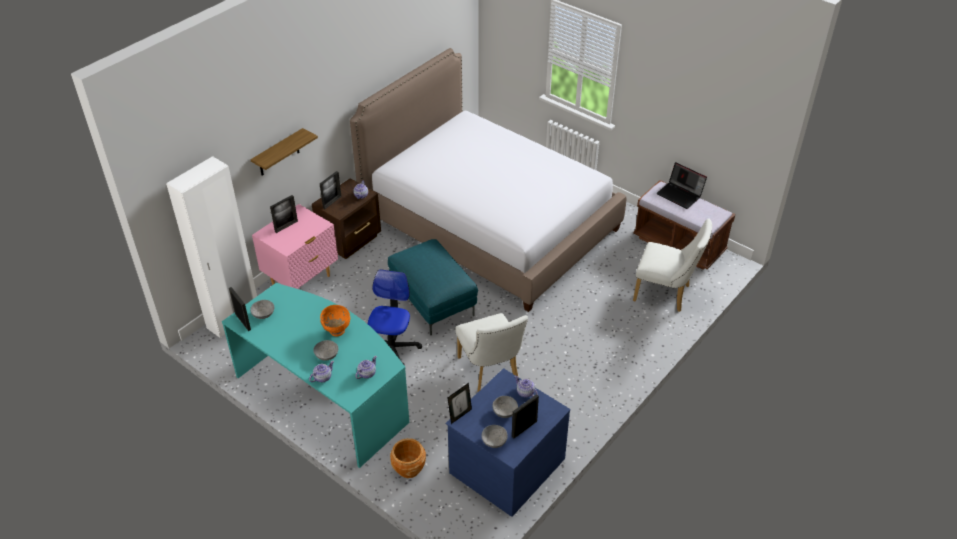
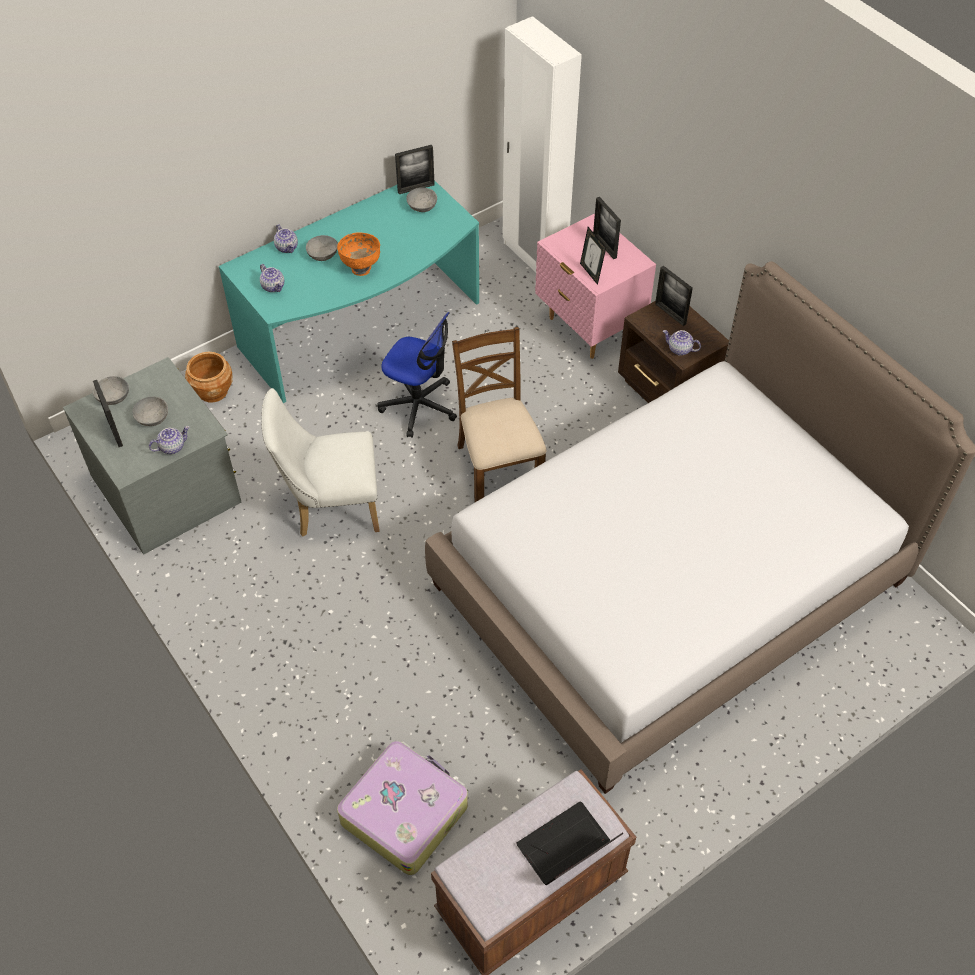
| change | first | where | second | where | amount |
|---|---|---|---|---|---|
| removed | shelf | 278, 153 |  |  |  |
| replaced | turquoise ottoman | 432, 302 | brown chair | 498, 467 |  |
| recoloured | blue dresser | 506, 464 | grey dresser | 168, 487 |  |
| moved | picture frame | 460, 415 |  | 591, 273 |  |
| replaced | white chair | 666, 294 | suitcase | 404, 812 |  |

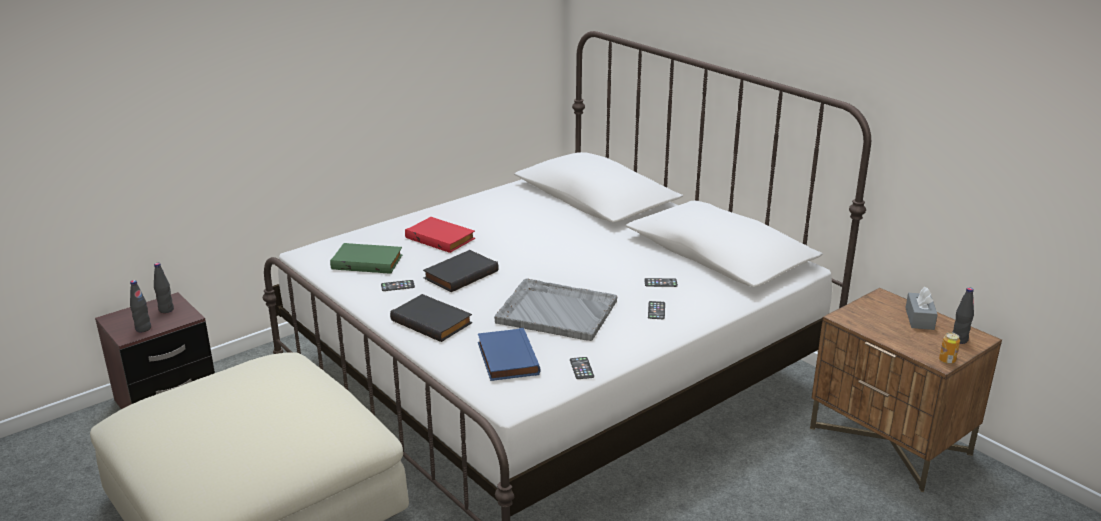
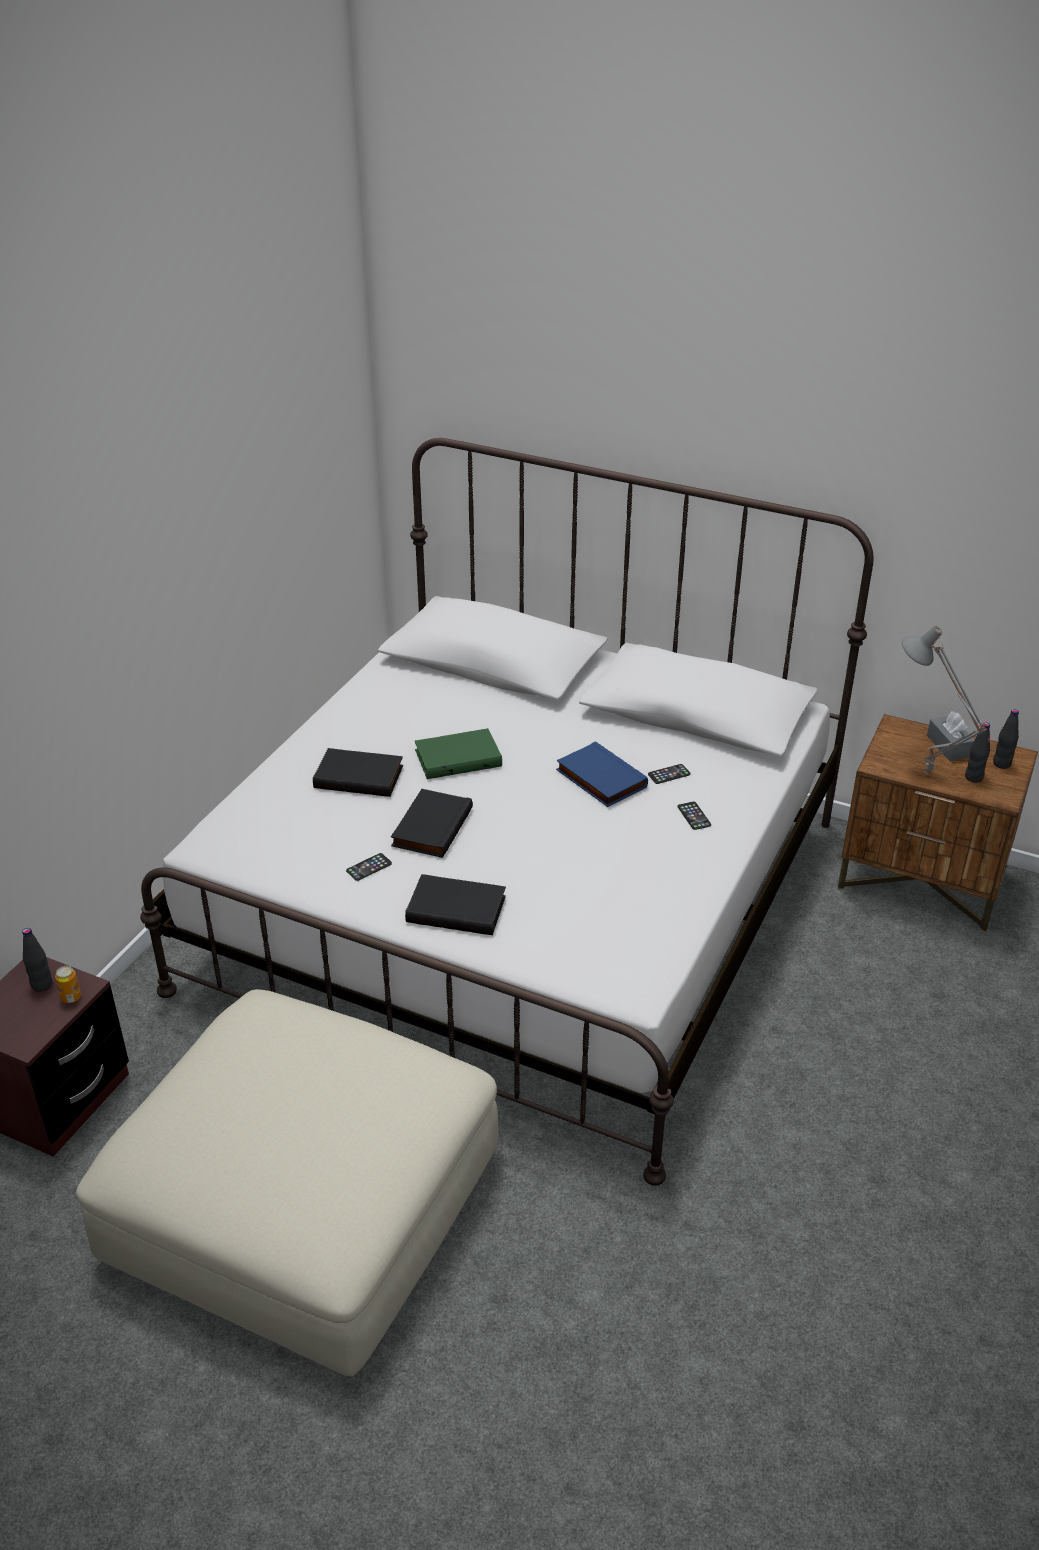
| change | first | where | second | where | amount |
|---|---|---|---|---|---|
| moved | black bottle | 143, 329 |  | 973, 777 |  |
| moved | green book | 368, 261 |  | 458, 757 |  |
| recoloured | red book | 441, 238 | black book | 360, 776 |  |
| moved | blue book | 506, 358 |  | 599, 779 |  |
| removed | grey tray | 555, 311 |  |  |  |
| removed | phone | 581, 368 |  |  |  |
| moved | can | 947, 360 |  | 71, 997 |  |
| added |  |  | grey table lamp | 924, 775 |  |

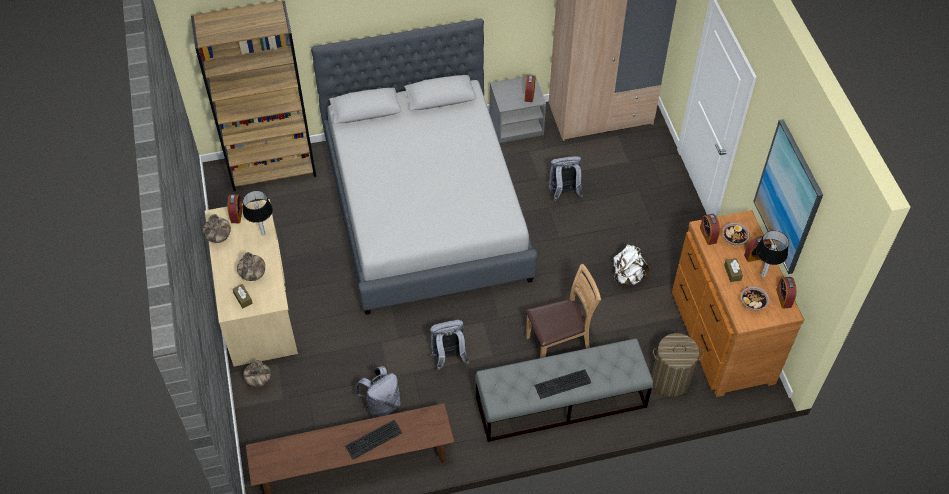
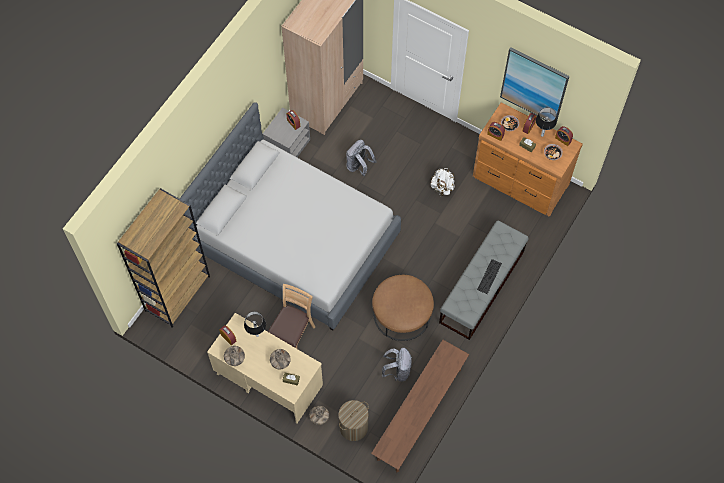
| change | first | where | second | where | amount |
|---|---|---|---|---|---|
| removed | keyboard | 373, 440 |  |  |  |
| replaced | grey backpack | 448, 357 | brown ottoman | 402, 314 |  |
| moved | brown chair | 558, 345 |  | 292, 335 |  |
| moved | laundry basket | 670, 380 |  | 353, 427 |  |

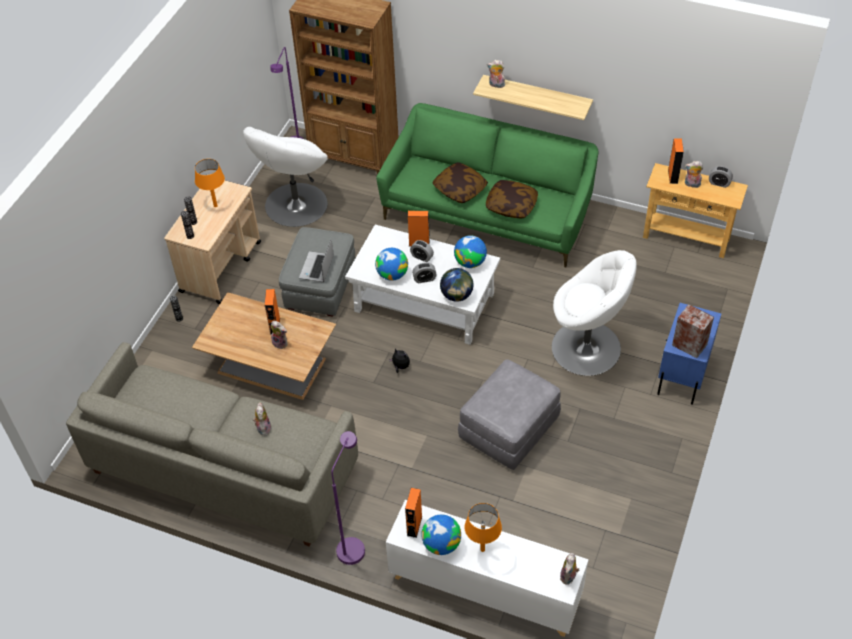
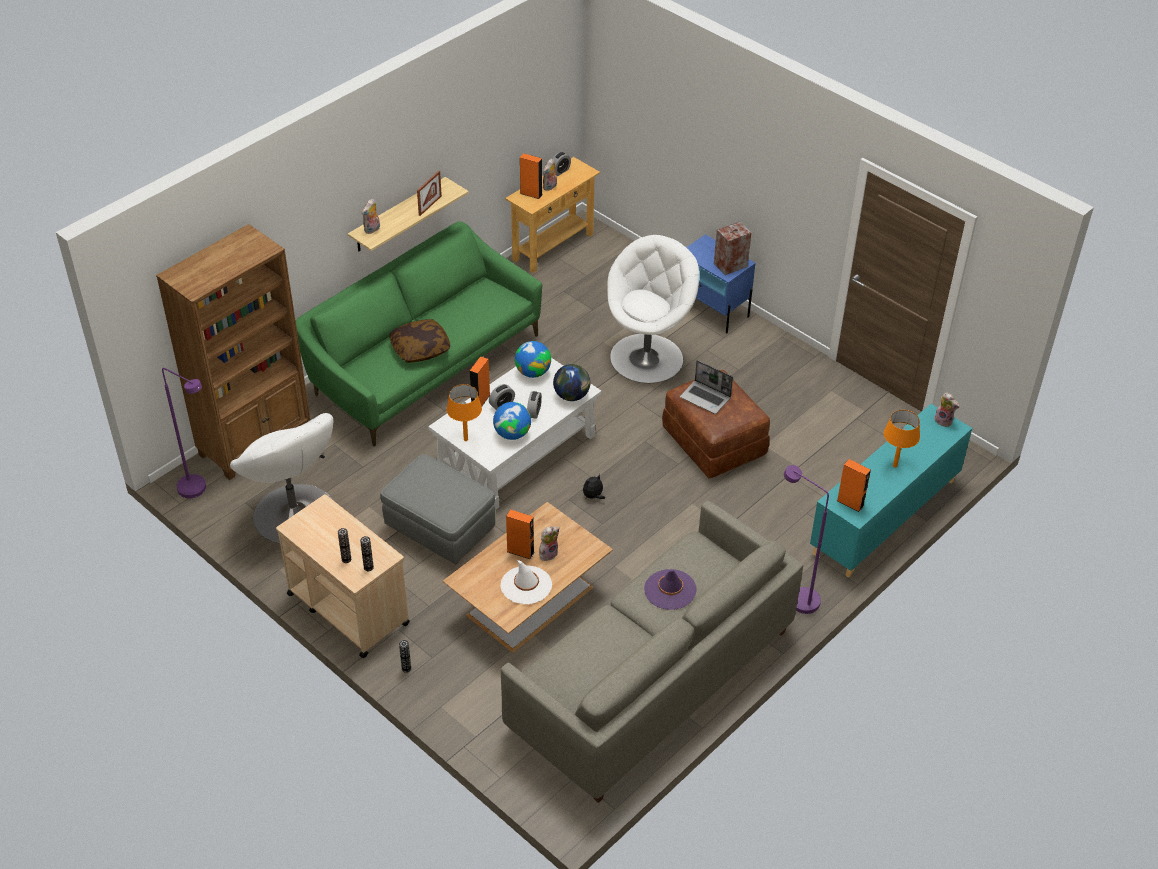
| change | first | where | second | where | amount |
|---|---|---|---|---|---|
| moved | orange table lamp | 215, 206 |  | 465, 439 |  |
| replaced | plush toy | 263, 428 | purple hat | 670, 590 |  |
| moved | laptop | 317, 268 |  | 706, 398 |  |
| recoloured | white cabinet | 484, 588 | turquoise cabinet | 884, 517 |  |
| removed | globe | 441, 544 |  |  |  |
| recoloured | grey ottoman | 509, 429 | brown ottoman | 715, 442 |  |
| removed | pillow | 511, 205 |  |  |  |
| added |  |  | picture frame | 430, 205 |  |
| added |  |  | white hat | 526, 585 |  |

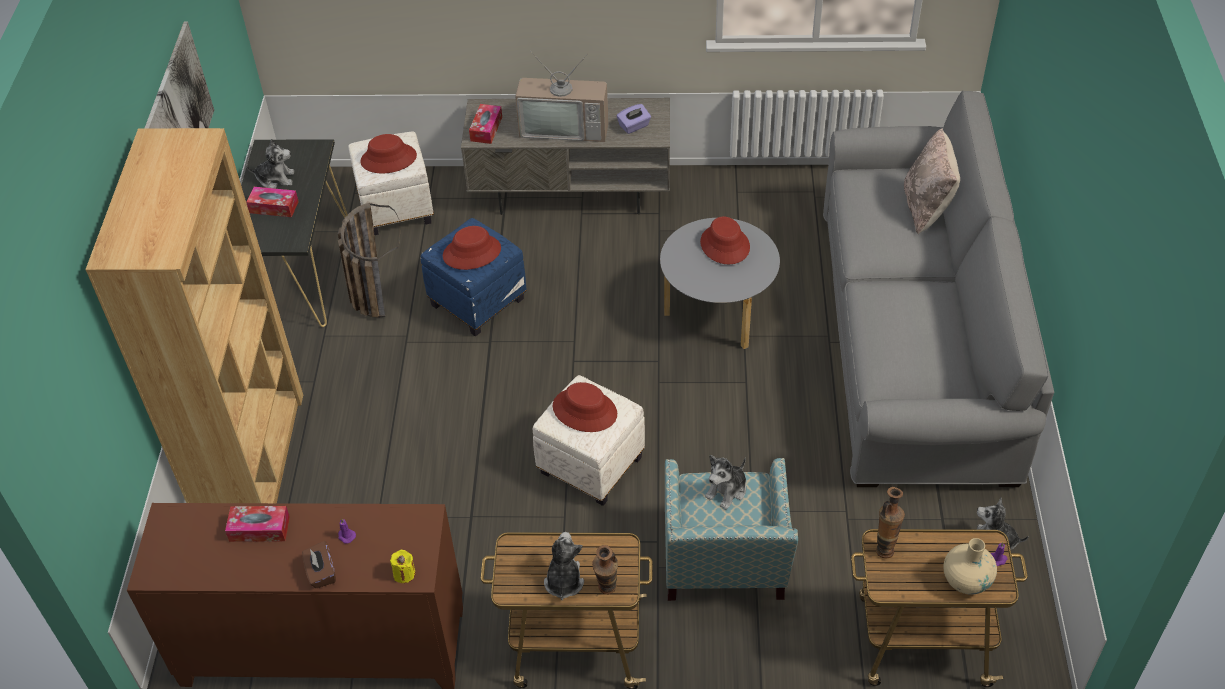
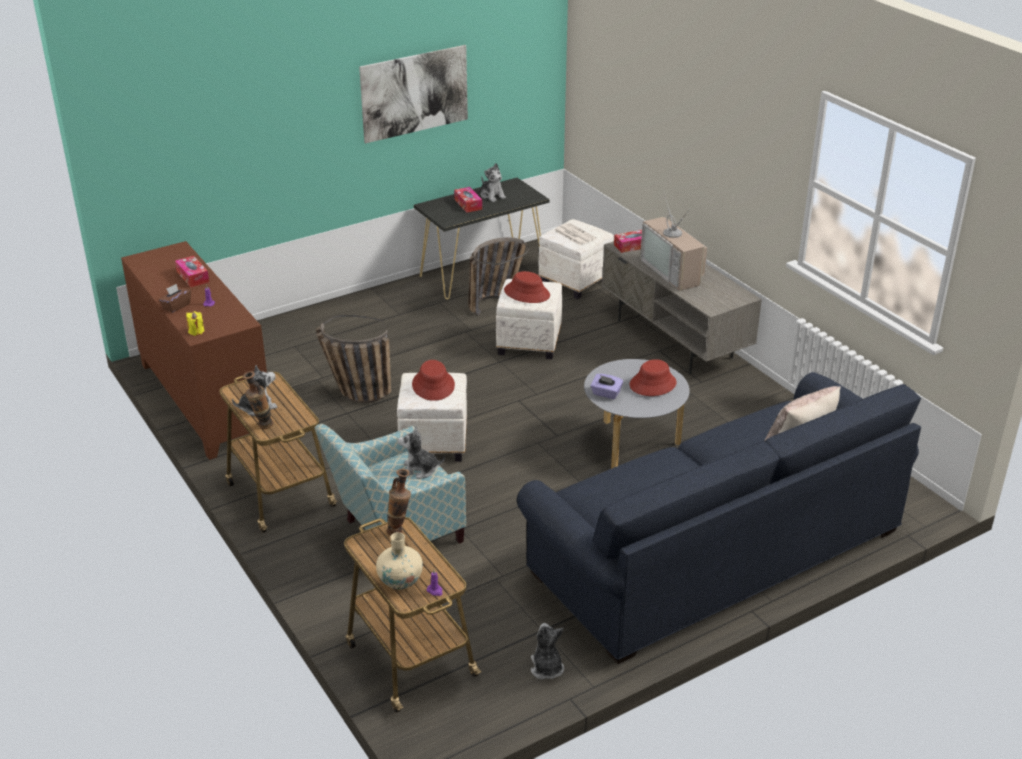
| change | first | where | second | where | amount |
|---|---|---|---|---|---|
| removed | brown bookcase | 252, 459 |  |  |  |
| replaced | red hat | 388, 159 | newspaper | 574, 234 |  |
| recoloured | blue ottoman | 478, 301 | white ottoman | 530, 343 |  |
| moved | purple tissue box | 634, 126 |  | 606, 394 |  |
| recoloured | grey sofa | 914, 341 | blue sofa | 715, 551 |  |
| added |  |  | basket | 353, 392 |  |

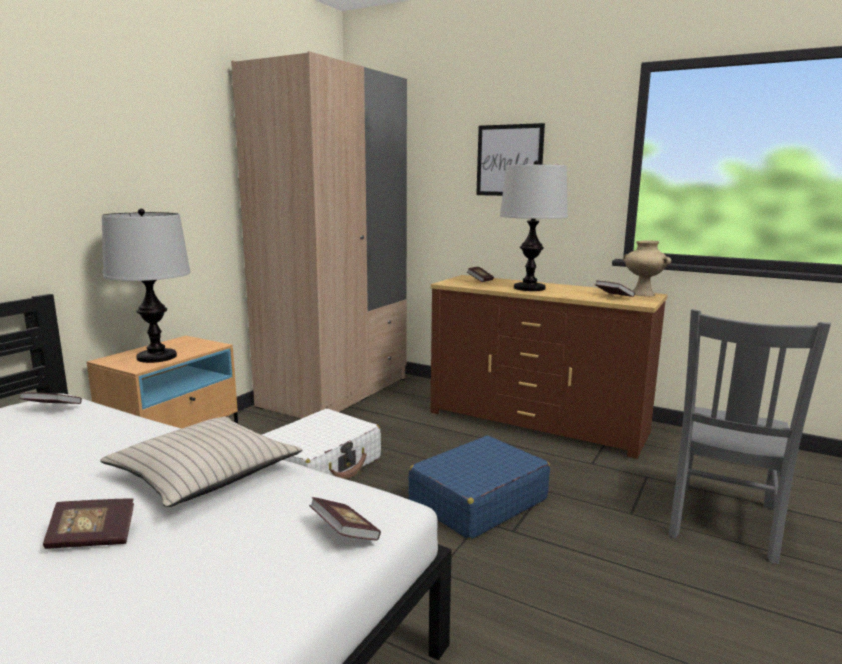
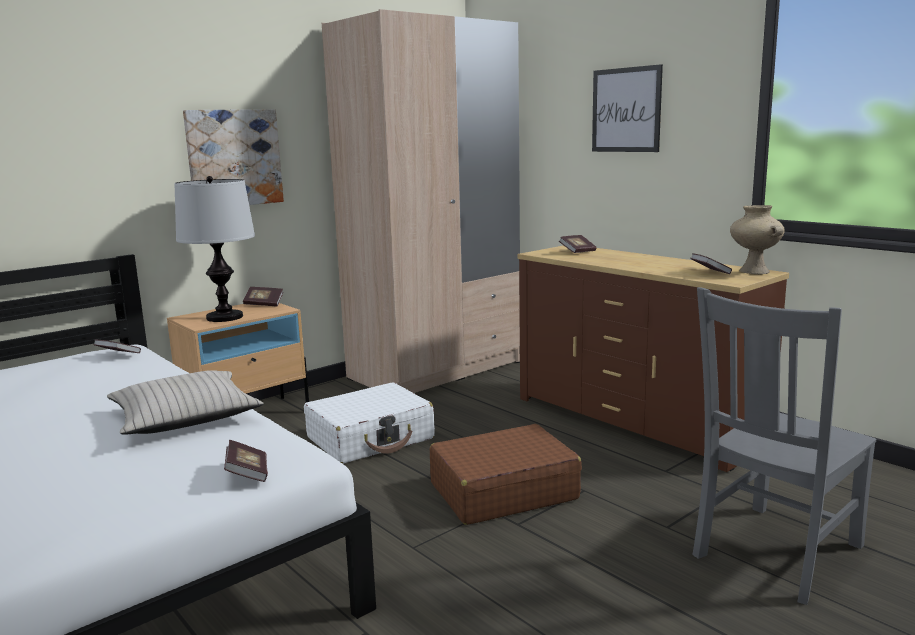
| change | first | where | second | where | amount |
|---|---|---|---|---|---|
| moved | book | 92, 537 |  | 264, 304 |  |
| recoloured | blue suitcase | 477, 501 | brown suitcase | 502, 491 |  |
| removed | table lamp | 529, 288 |  |  |  |
| added |  |  | picture | 234, 158 |  |

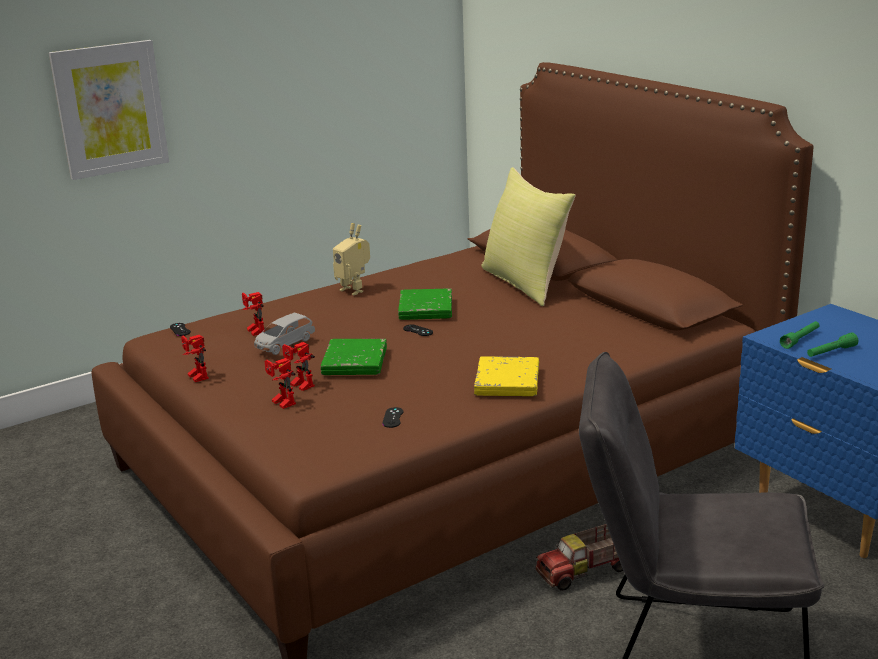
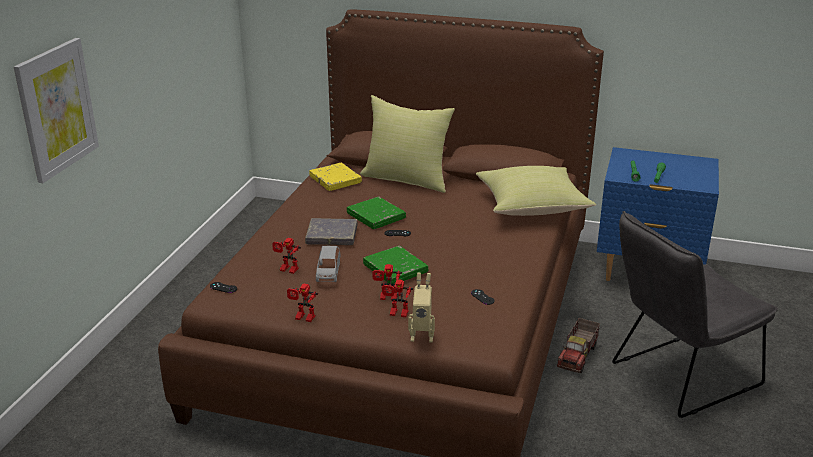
| change | first | where | second | where | amount |
|---|---|---|---|---|---|
| moved | toy robot | 354, 290 |  | 422, 335 |  |
| moved | yellow book | 507, 382 |  | 335, 180 |  |
| added |  |  | grey book | 332, 235 |  |
| added |  |  | yellow pillow | 532, 207 |  |

